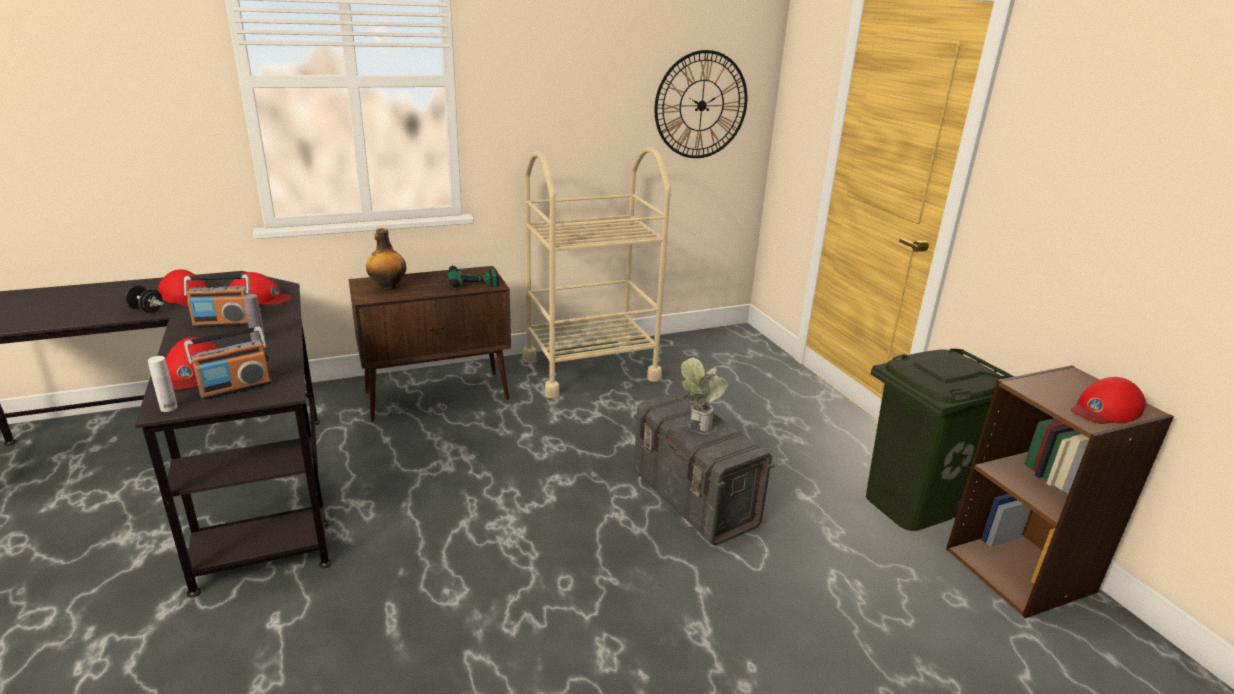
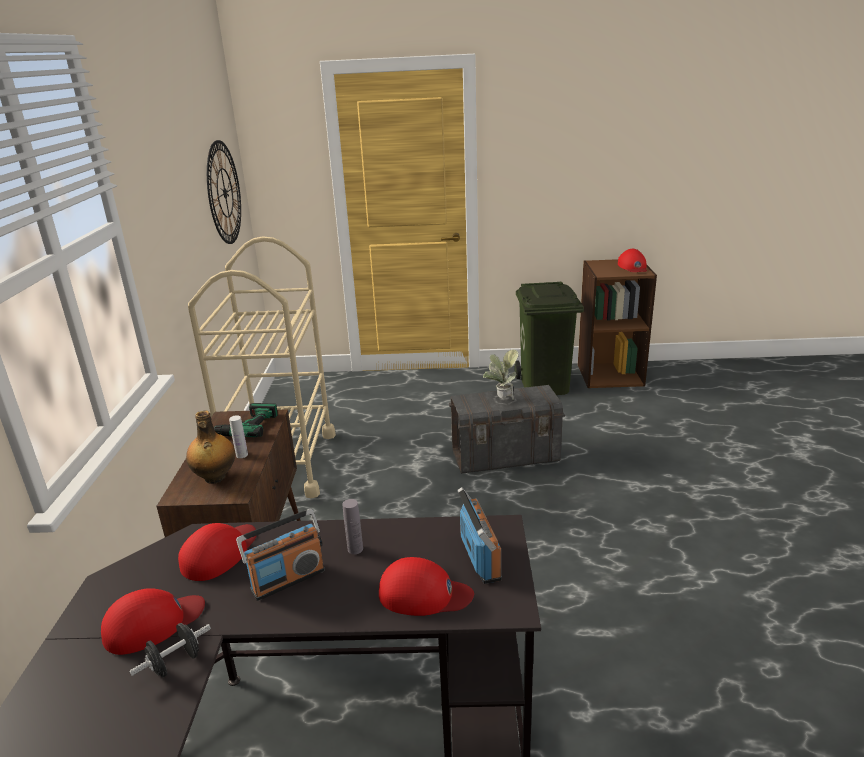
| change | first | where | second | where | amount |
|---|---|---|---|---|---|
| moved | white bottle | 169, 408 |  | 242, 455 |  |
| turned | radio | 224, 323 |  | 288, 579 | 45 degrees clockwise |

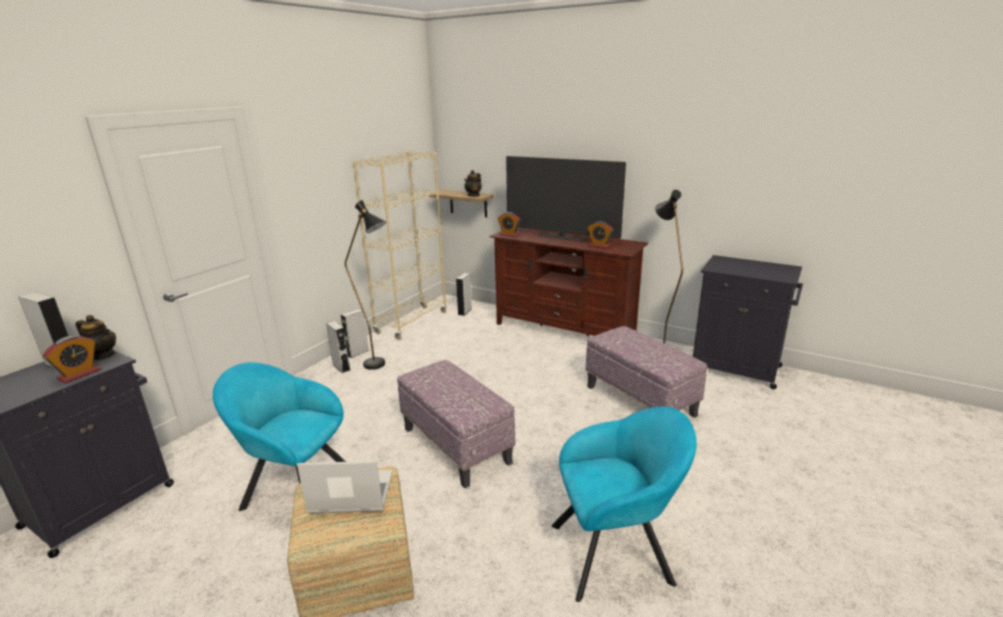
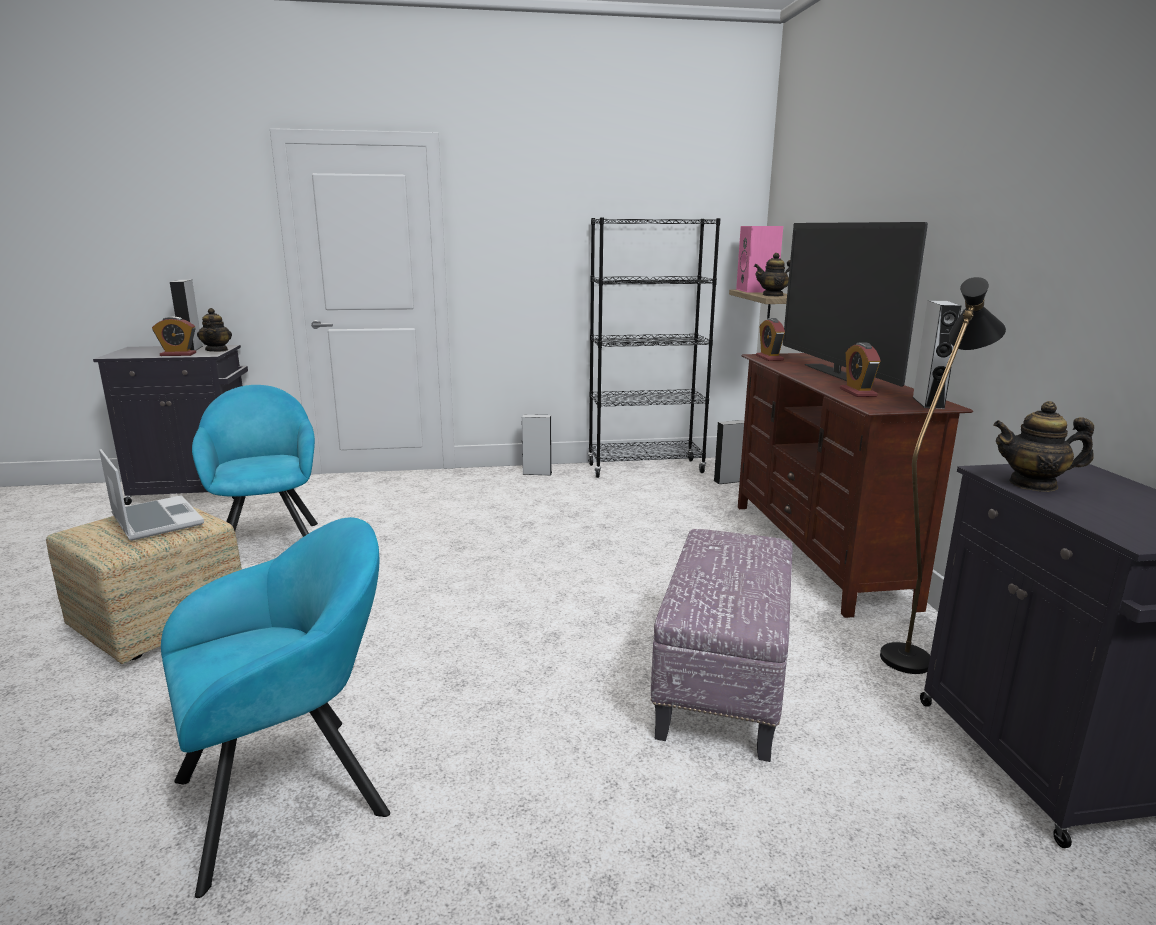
| change | first | where | second | where | amount |
|---|---|---|---|---|---|
| moved | grey speaker | 341, 367 |  | 928, 402 |  |
| removed | black floor lamp | 380, 366 |  |  |  |
| recoloured | beige bookcase | 412, 322 | black bookcase | 645, 469 |  |
| removed | ottoman | 457, 445 |  |  |  |
| turned | turquoise armchair | 617, 552 |  | 293, 791 | 75 degrees counterclockwise |
| added |  |  | pink speaker | 757, 290 |  |
| added |  |  | teapot | 1033, 484 |  |

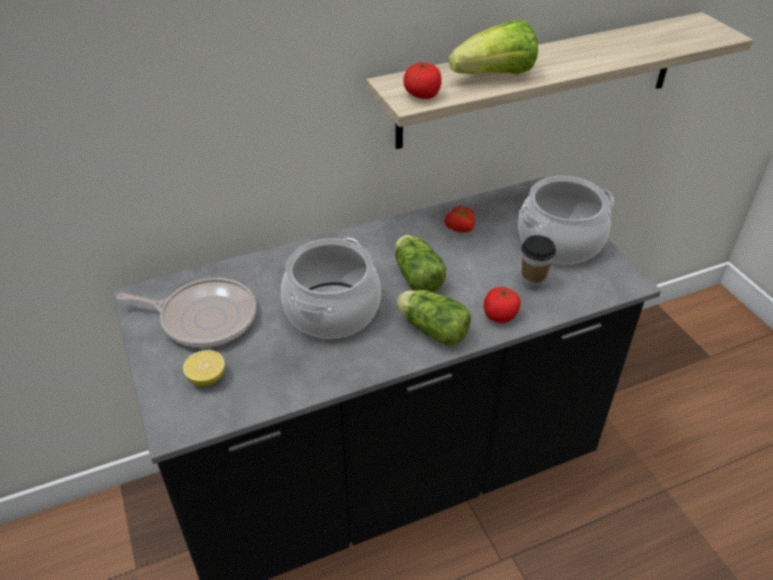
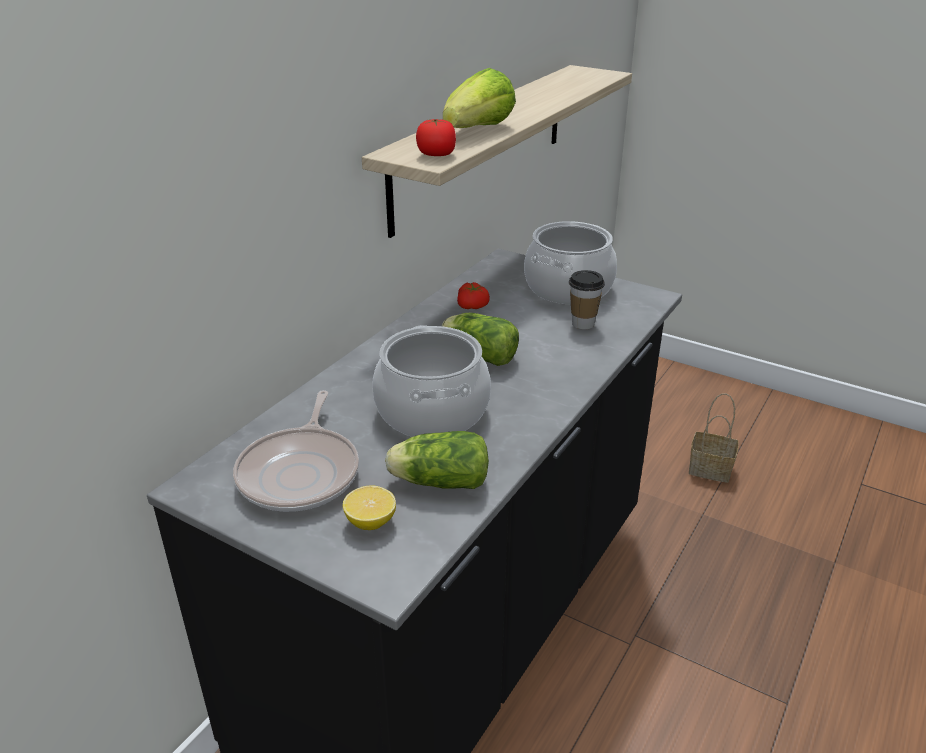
| change | first | where | second | where | amount |
|---|---|---|---|---|---|
| turned | frying pan | 204, 318 |  | 301, 473 | 120 degrees clockwise |
| moved | lettuce | 430, 328 |  | 437, 481 |  |
| removed | tomato | 500, 315 |  |  |  |
| added |  |  | basket | 711, 469 |  |

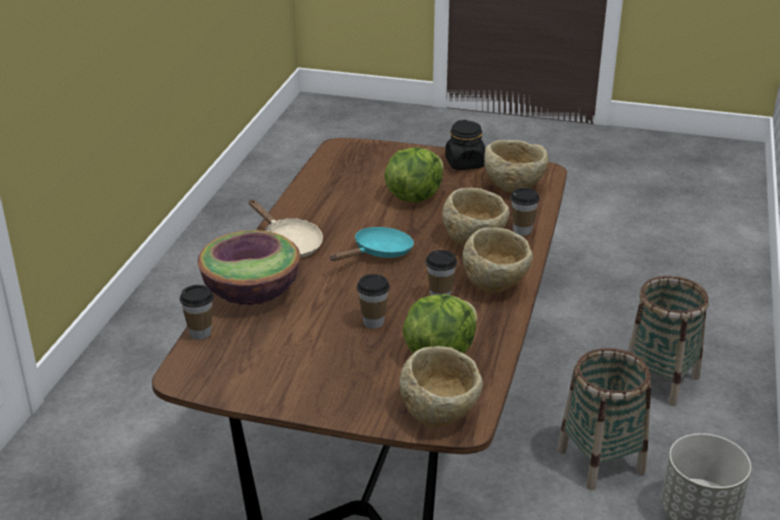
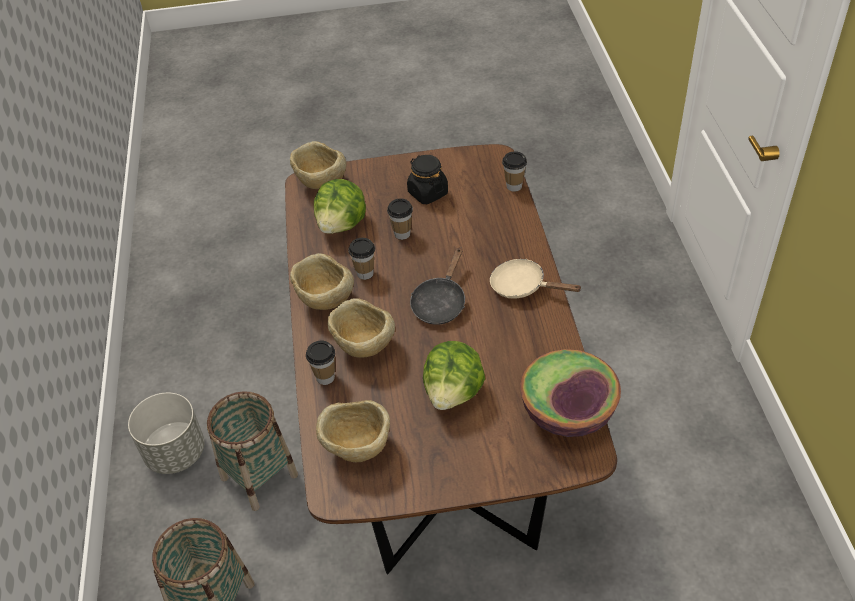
| change | first | where | second | where | amount |
|---|---|---|---|---|---|
| moved | bowl | 252, 293 |  | 567, 412 |  |
| recoloured | turquoise frying pan | 379, 253 | black frying pan | 440, 302 |  |
| moved | black jar | 465, 164 |  | 427, 193 |  |

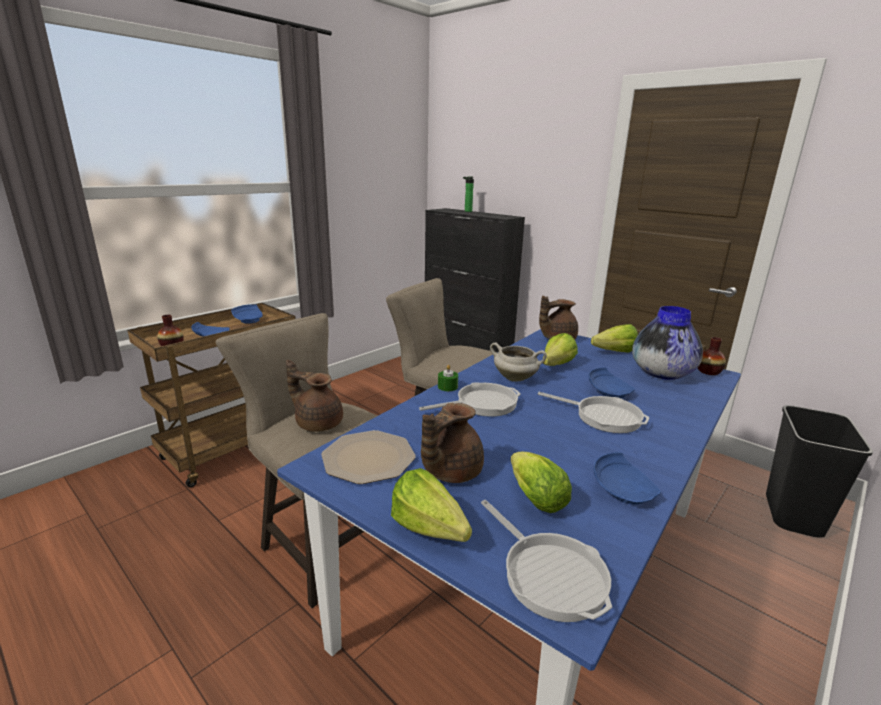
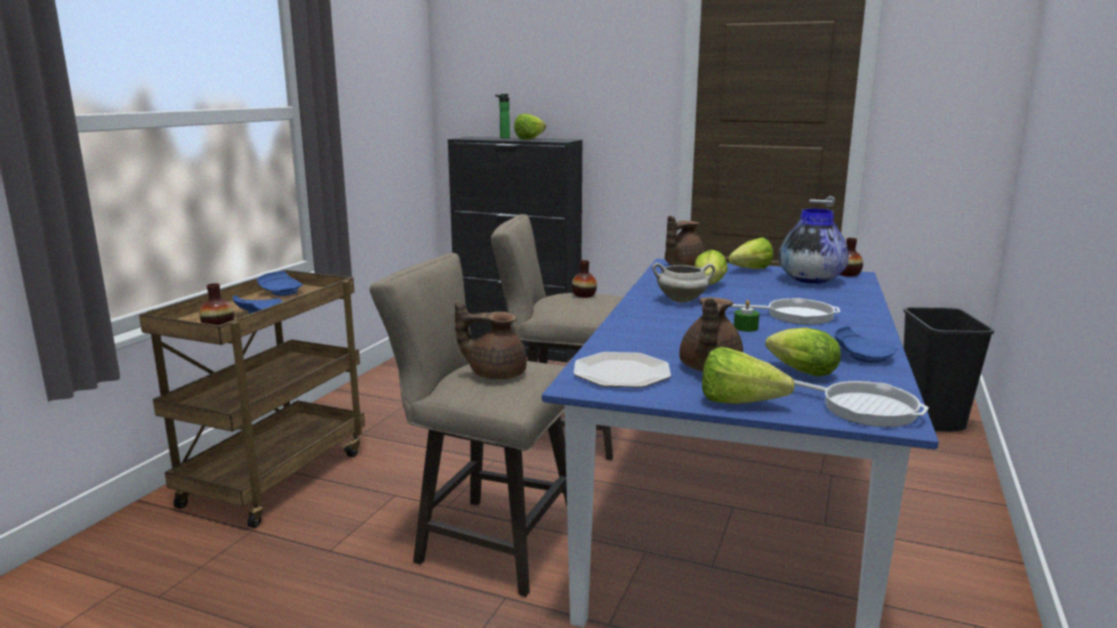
| change | first | where | second | where | amount |
|---|---|---|---|---|---|
| removed | frying pan | 482, 404 |  |  |  |
| moved | green candle | 447, 386 |  | 745, 328 |  |
| removed | blue plate | 609, 391 |  |  |  |
| added |  |  | lettuce | 533, 139 |  |
| added |  |  | vase | 584, 295 |  |

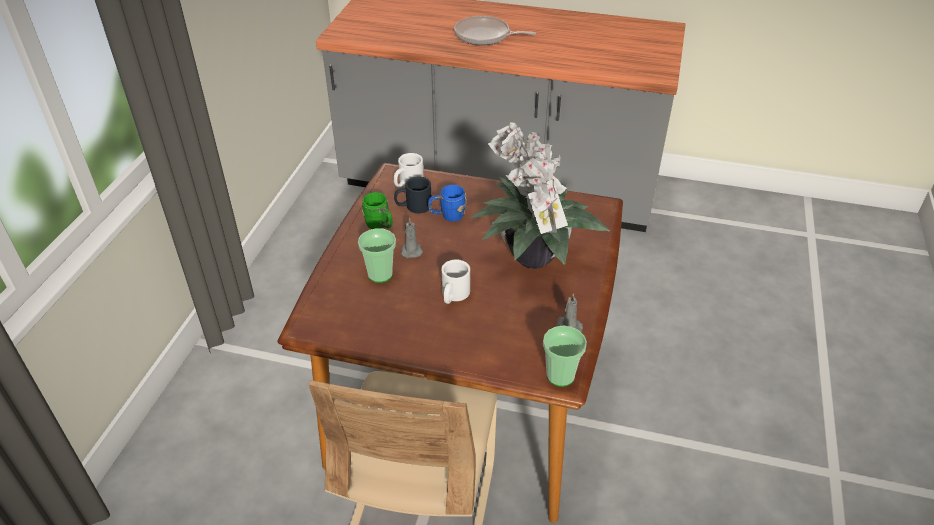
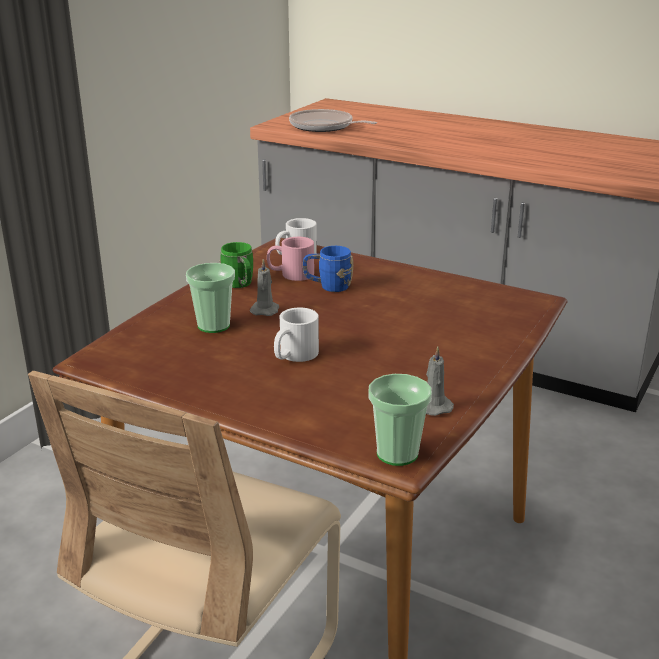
| change | first | where | second | where | amount |
|---|---|---|---|---|---|
| recoloured | black mug | 413, 206 | pink mug | 290, 274 |  |
| moved | frying pan | 485, 36 |  | 324, 127 |  |
| removed | potted plant | 532, 262 |  |  |  |

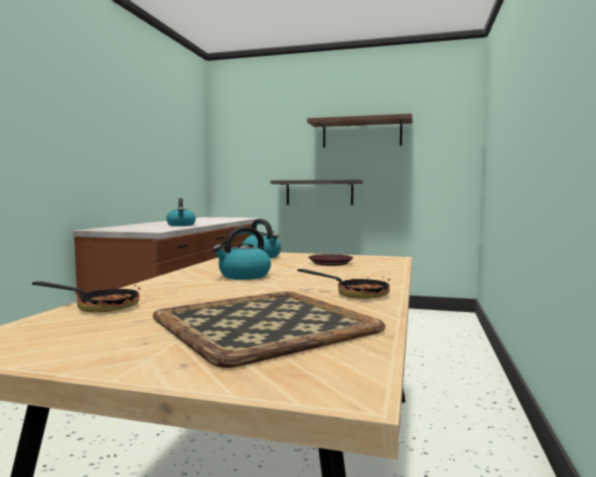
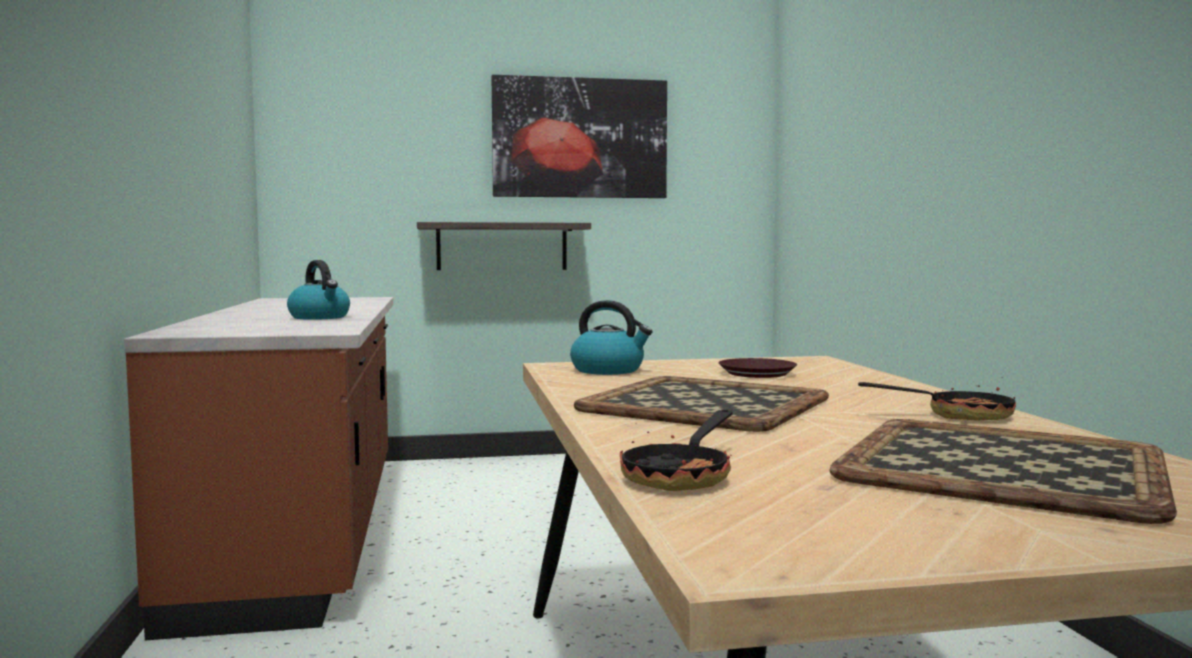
| change | first | where | second | where | amount |
|---|---|---|---|---|---|
| turned | frying pan | 99, 307 |  | 683, 476 | 135 degrees clockwise |
| replaced | kettle | 244, 276 | tray | 707, 404 |  |
| replaced | brown shelf | 361, 133 | picture | 580, 138 |  |

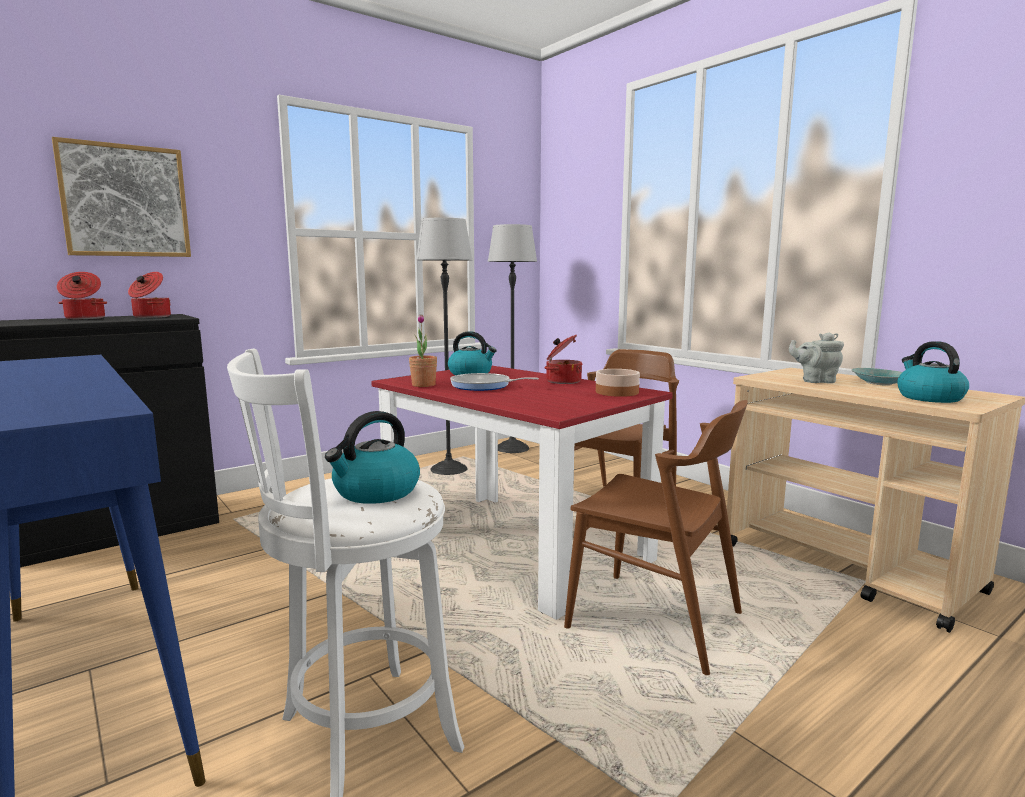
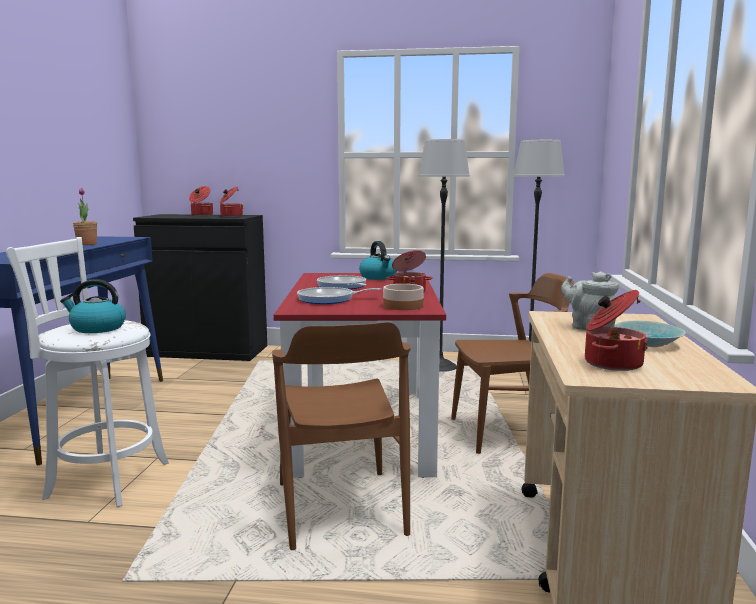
| change | first | where | second | where | amount |
|---|---|---|---|---|---|
| removed | picture | 125, 201 |  |  |  |
| moved | potted plant | 423, 385 |  | 87, 244 |  |
| replaced | kettle | 928, 397 | cooking pot | 611, 363 |  |
| added |  |  | frying pan | 329, 299 |  |

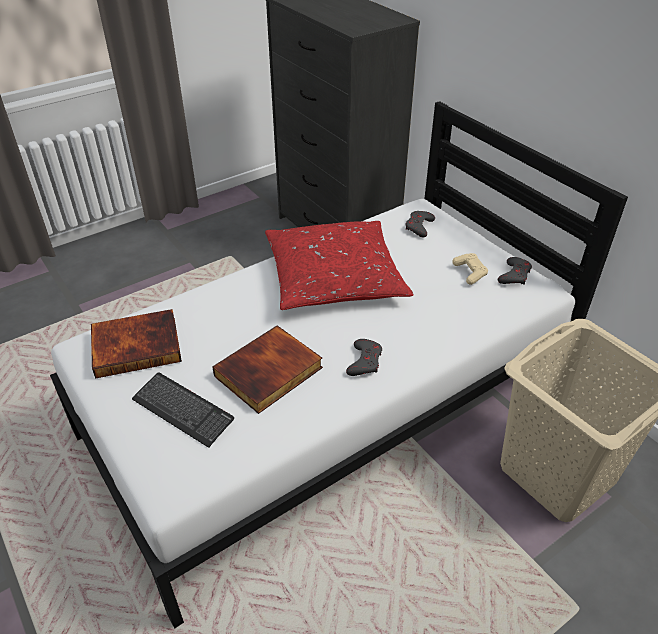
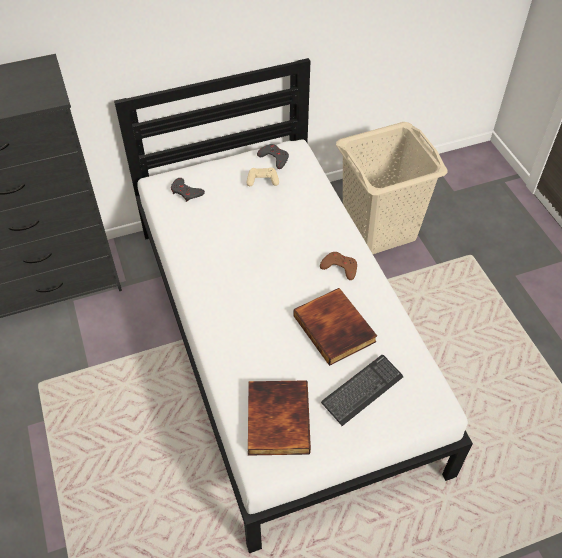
| change | first | where | second | where | amount |
|---|---|---|---|---|---|
| removed | red pillow | 334, 277 |  |  |  |
| recoloured | grey game controller | 364, 361 | brown game controller | 339, 267 |  |

